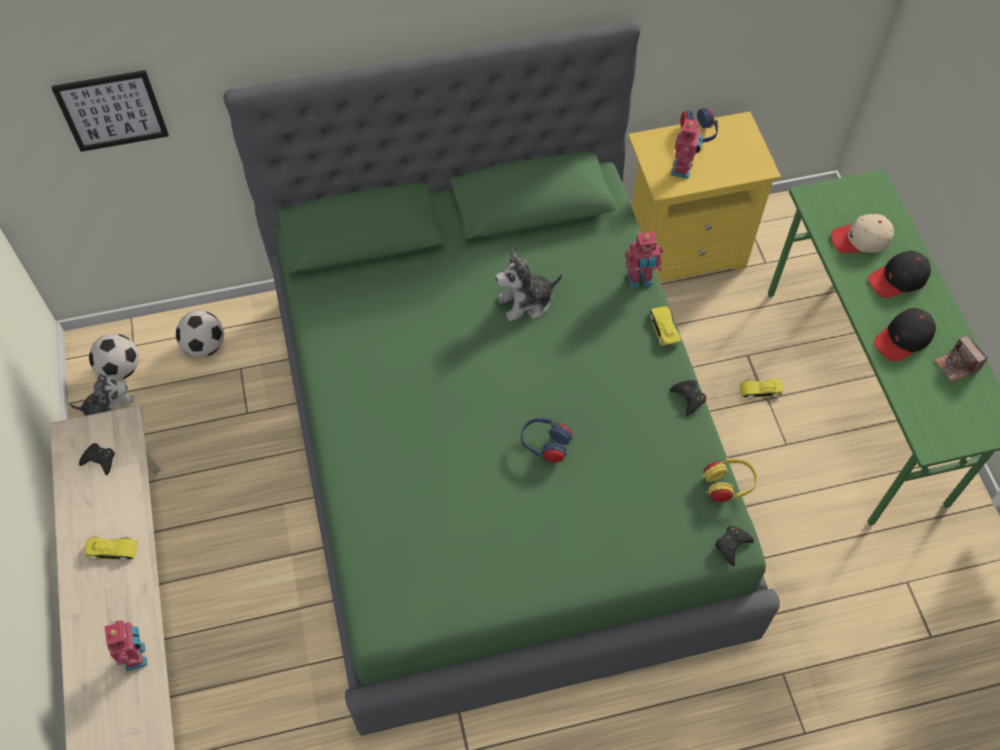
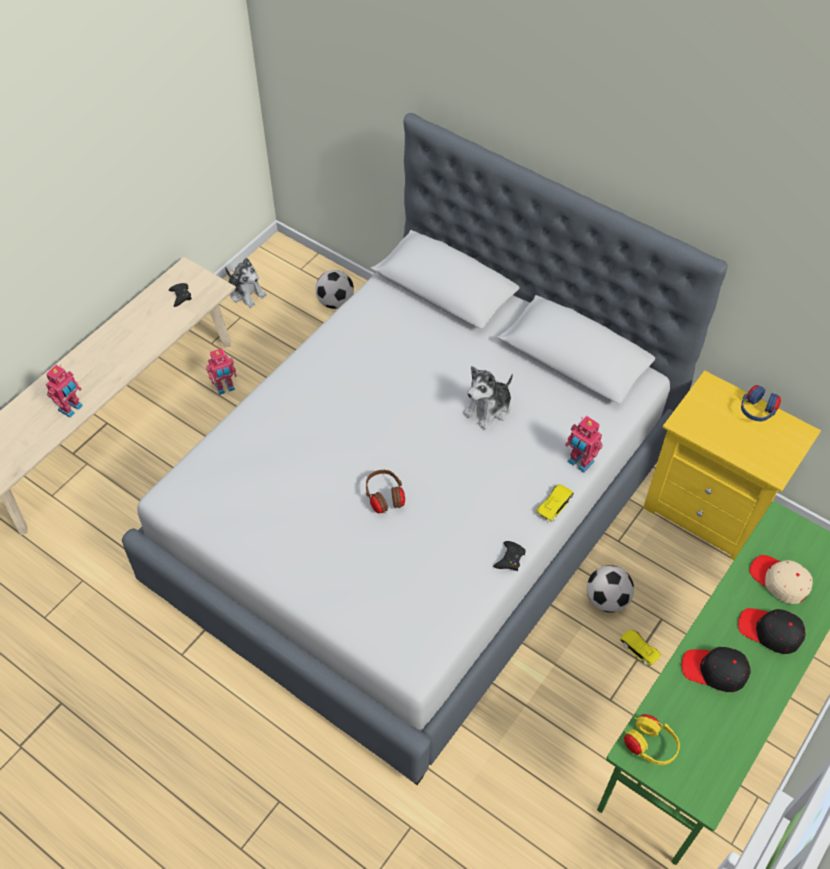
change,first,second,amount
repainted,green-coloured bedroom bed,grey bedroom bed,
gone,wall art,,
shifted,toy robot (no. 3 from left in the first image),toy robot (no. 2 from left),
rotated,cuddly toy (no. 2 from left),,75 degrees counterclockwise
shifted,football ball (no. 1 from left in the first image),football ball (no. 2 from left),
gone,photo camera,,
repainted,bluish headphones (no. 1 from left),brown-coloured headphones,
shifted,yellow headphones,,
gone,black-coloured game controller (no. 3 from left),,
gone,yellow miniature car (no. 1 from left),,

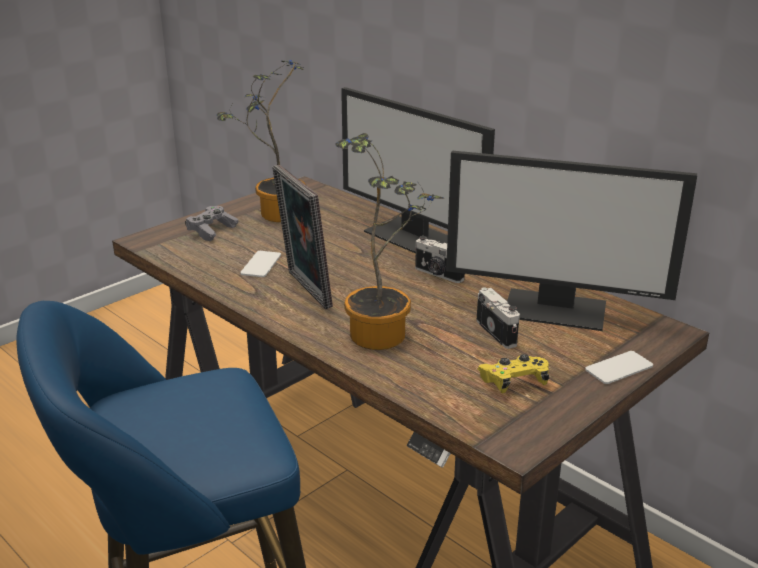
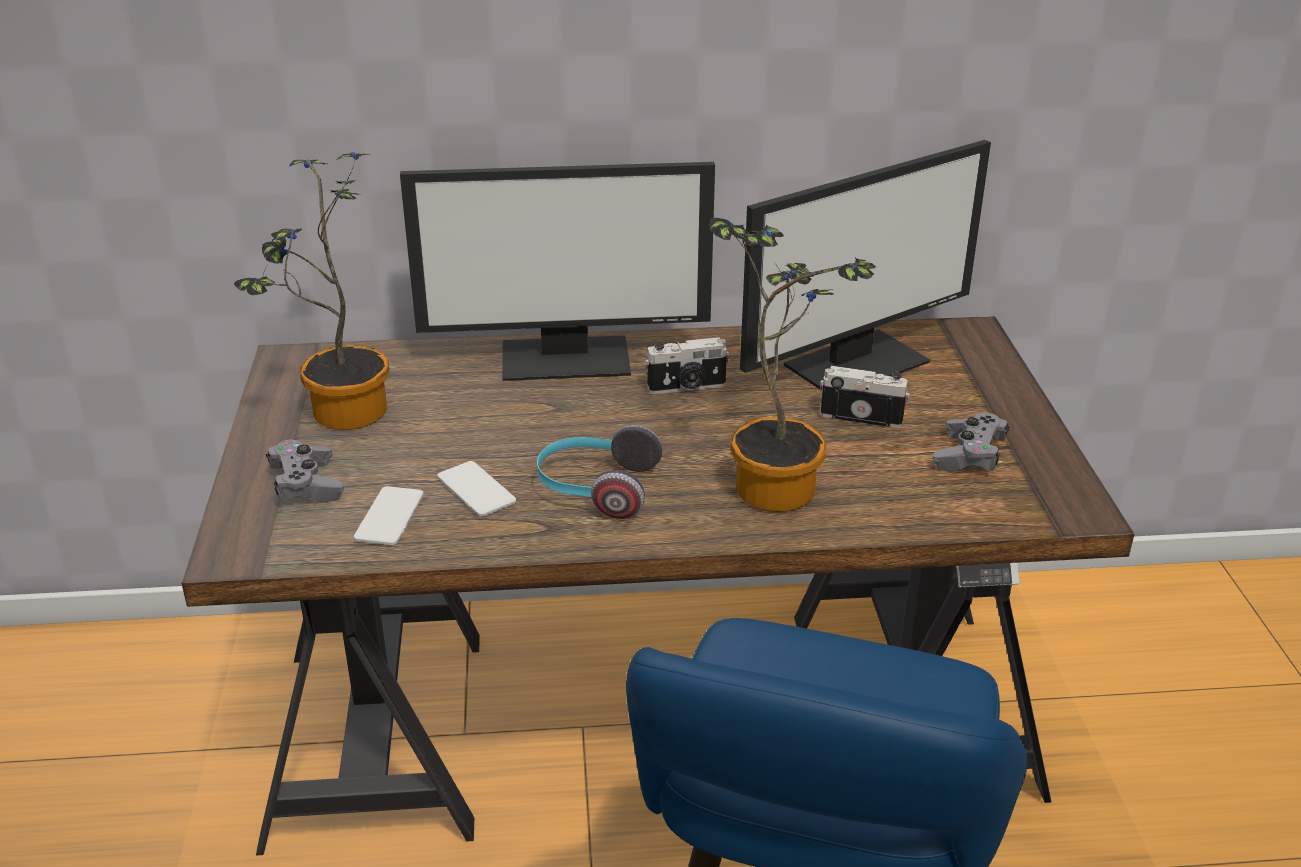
change,first,second,amount
swapped,standing frame,headphones,
shifted,handset (no. 2 from left in the first image),handset (no. 1 from left),
repainted,yellow game controller,grey game controller (no. 2 from left),

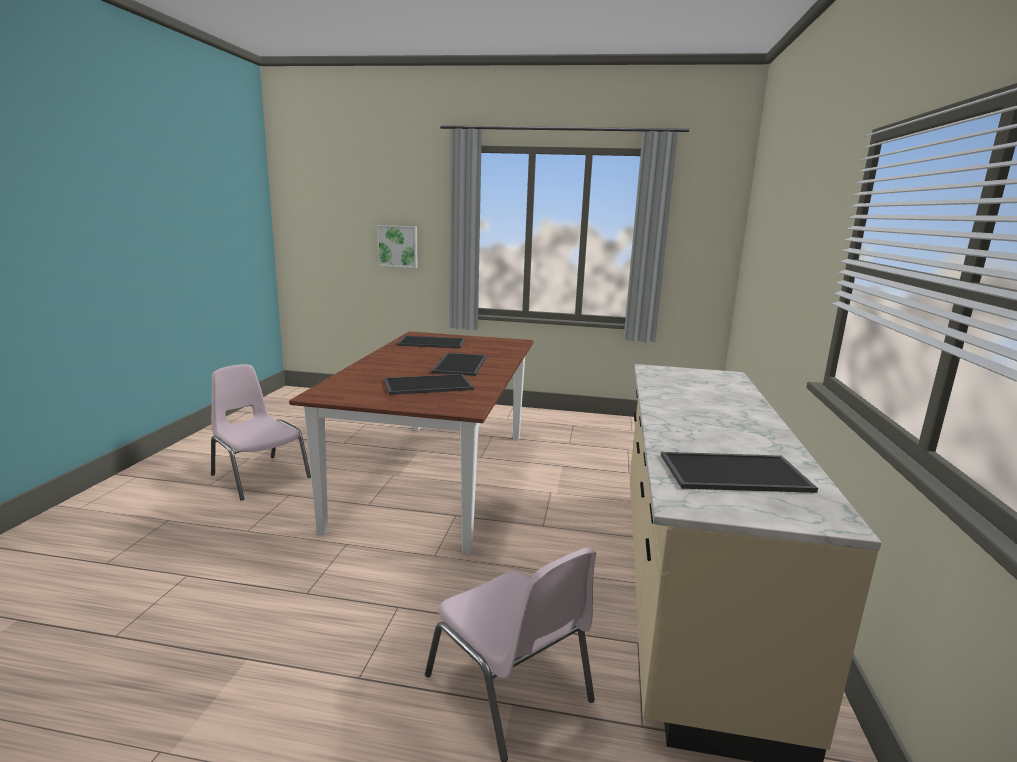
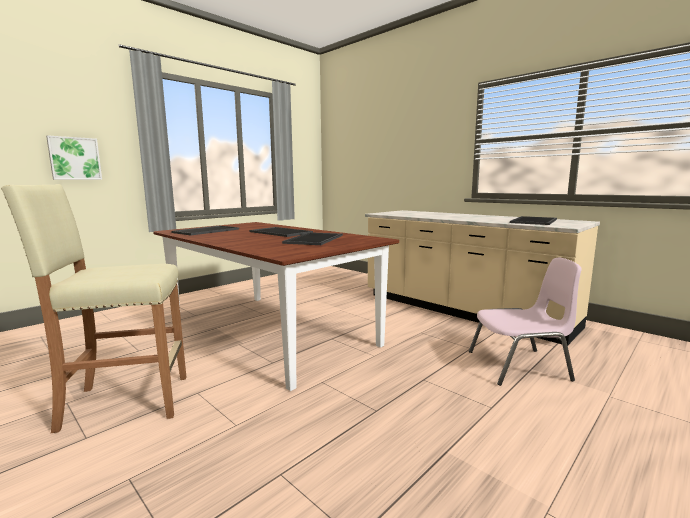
change,first,second,amount
swapped,pink-coloured plain chair (no. 1 from left),beige sitting stool,

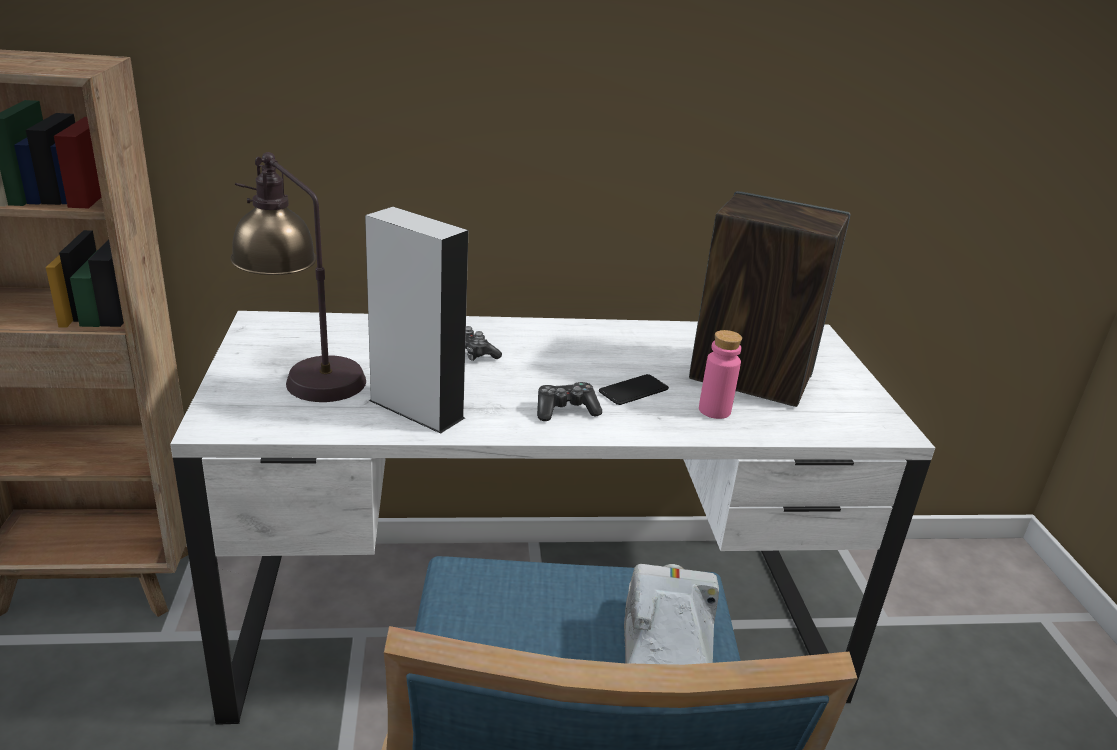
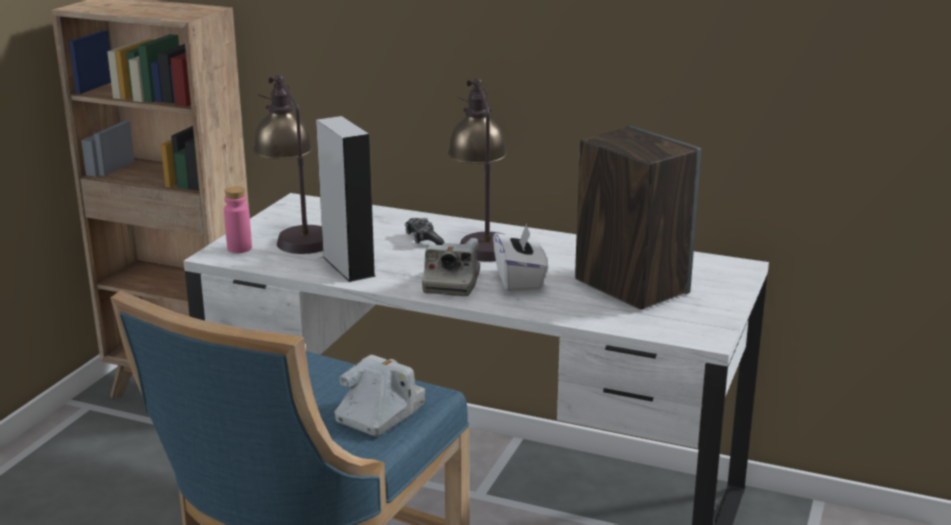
change,first,second,amount
shifted,pink-coloured bottle,,
swapped,handset,white tissue holder,
swapped,game controller (no. 2 from left),photo camera (no. 2 from left),
new,,table lamp (no. 2 from left),

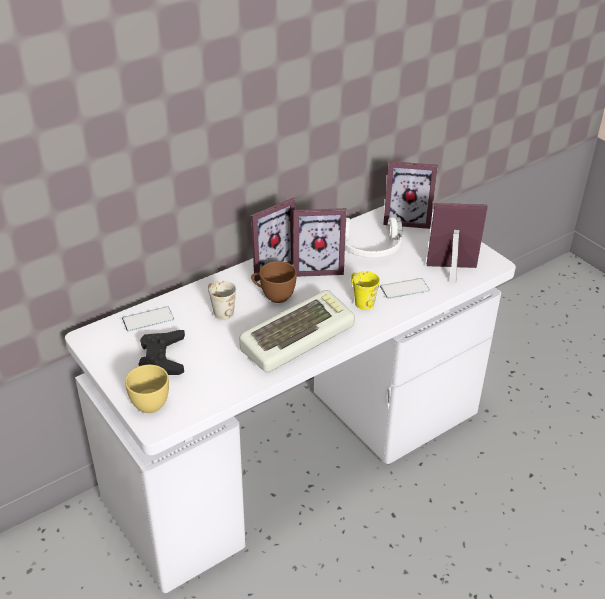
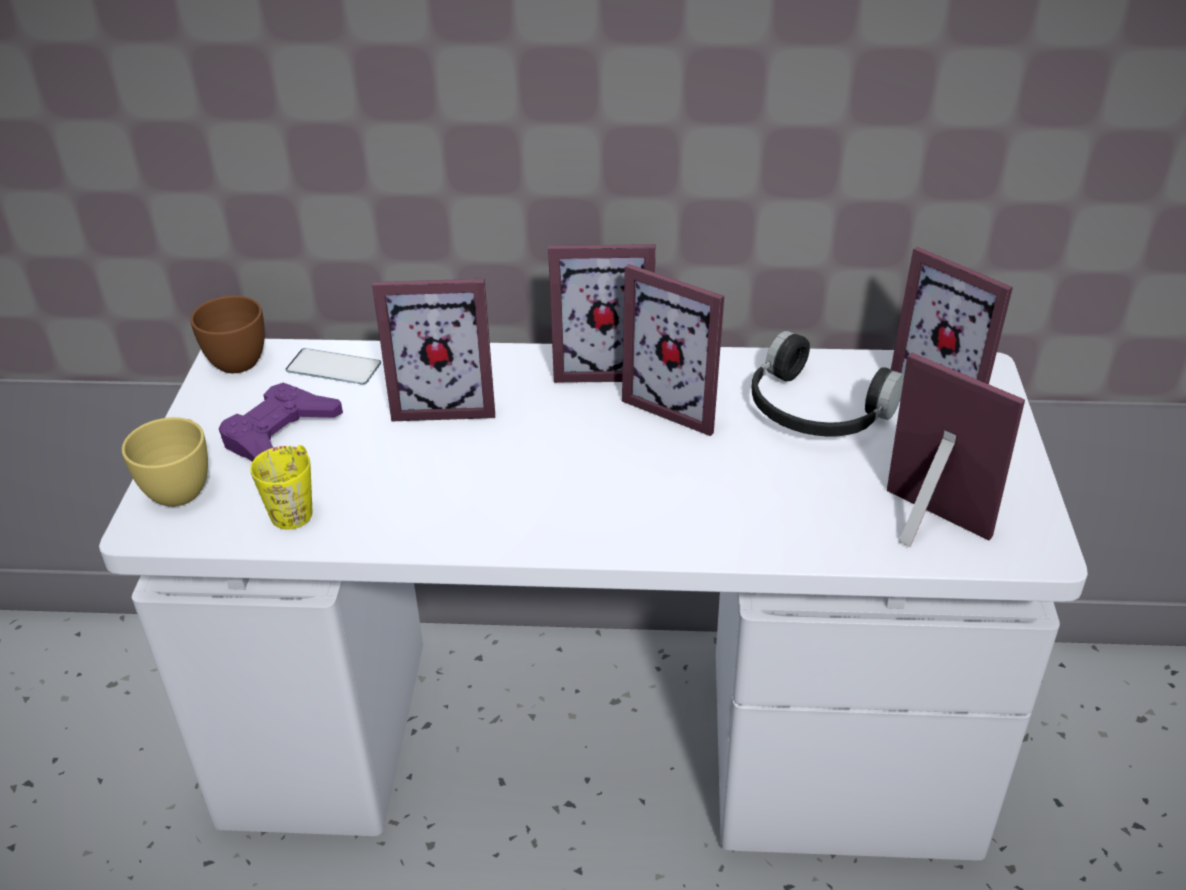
change,first,second,amount
repainted,white headphones,black-coloured headphones,
shifted,brown-coloured drinking cup,,
shifted,yellow tea mug,,
gone,handset (no. 2 from left),,
swapped,white tea mug,standing frame (no. 1 from left),
gone,PC keyboard,,
repainted,black-coloured game controller,purple game controller,

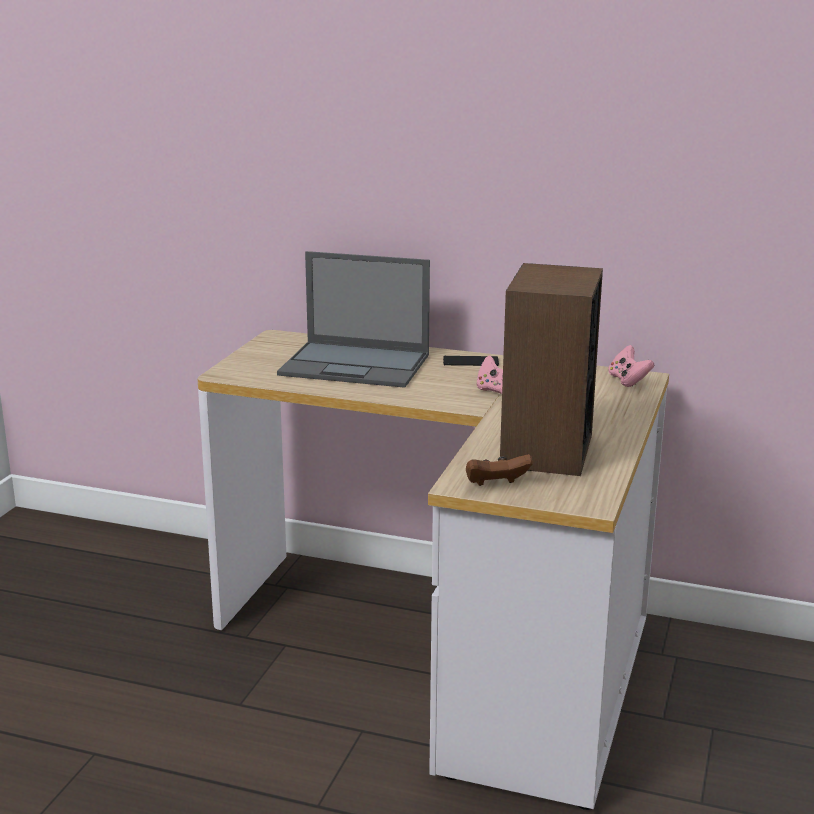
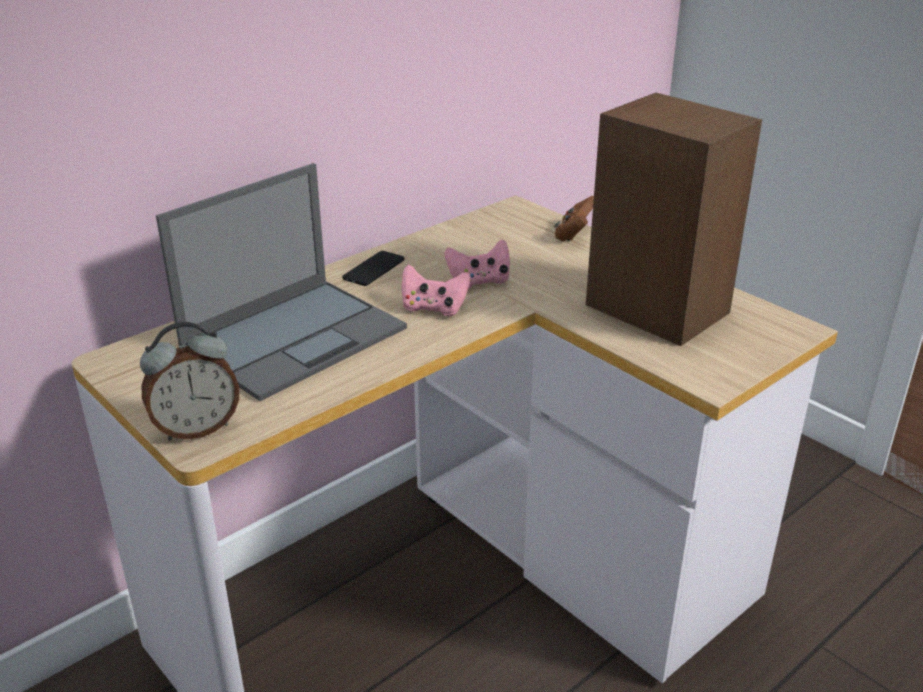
change,first,second,amount
shifted,pink-coloured game controller (no. 2 from left in the first image),pink-coloured game controller (no. 1 from left),
shifted,brown-coloured game controller,,
new,,table clock,

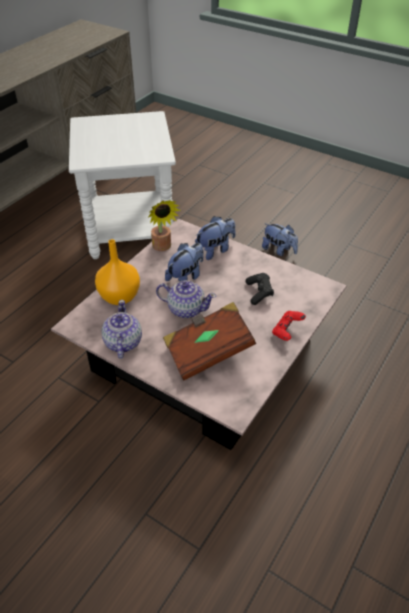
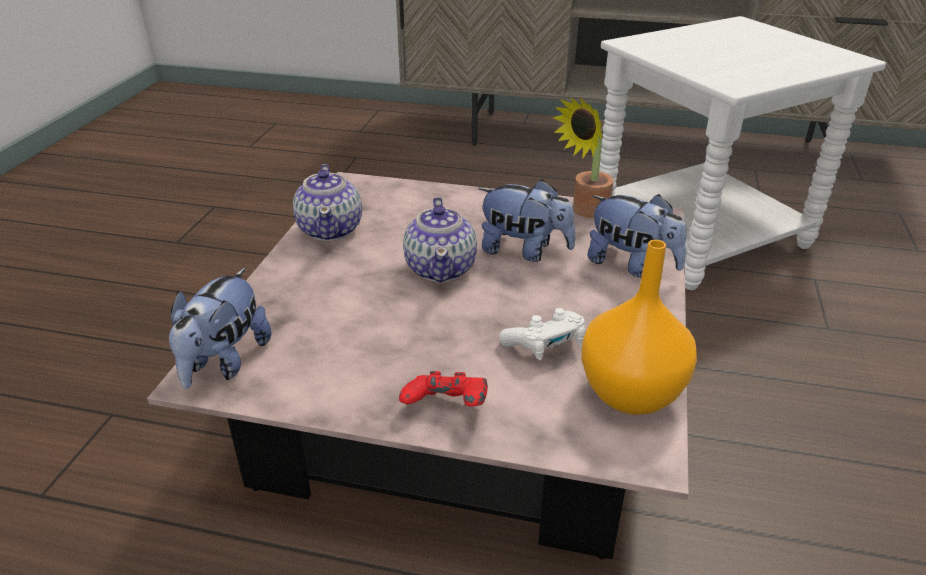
change,first,second,amount
shifted,cuddly toy (no. 3 from left in the first image),cuddly toy (no. 1 from left),
shifted,orangey vase,,
repainted,black-coloured game controller,white game controller,
rotated,tea pot (no. 1 from left),,105 degrees clockwise
gone,brown-coloured bound book,,

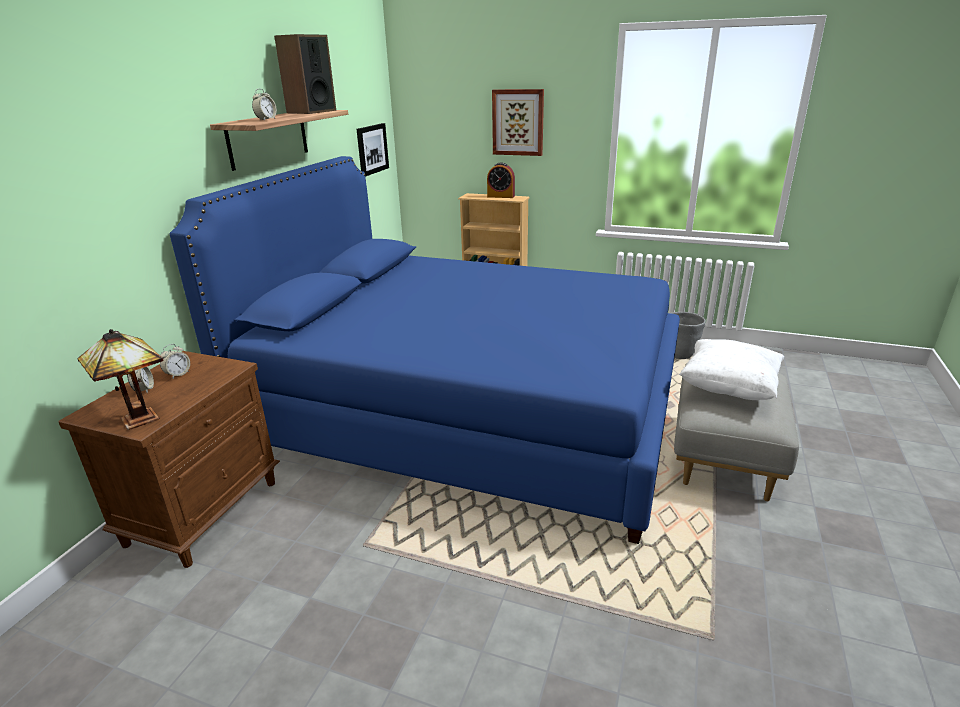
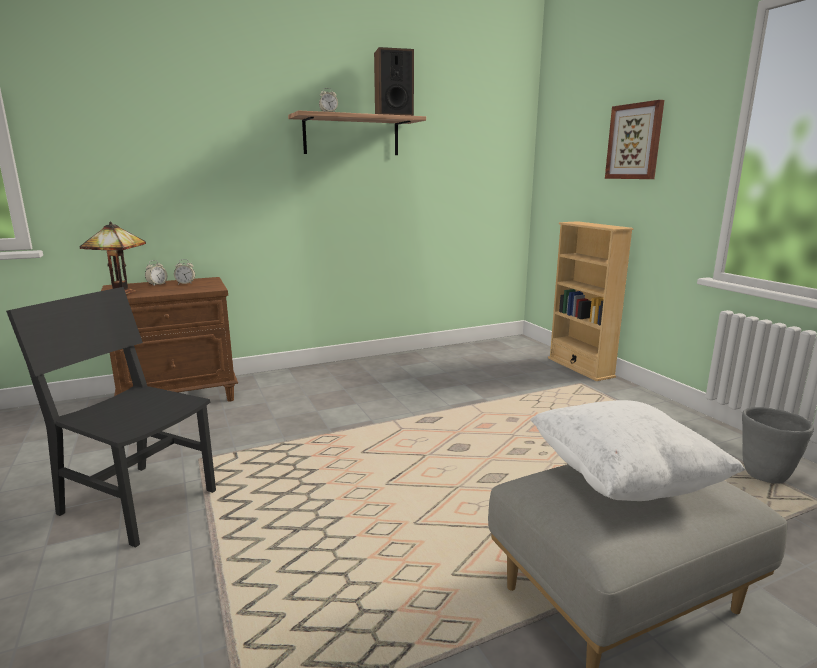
change,first,second,amount
gone,wall art (no. 1 from left),,
gone,bluish bedroom bed,,
gone,table clock (no. 4 from left),,
new,,black-coloured plain chair,

